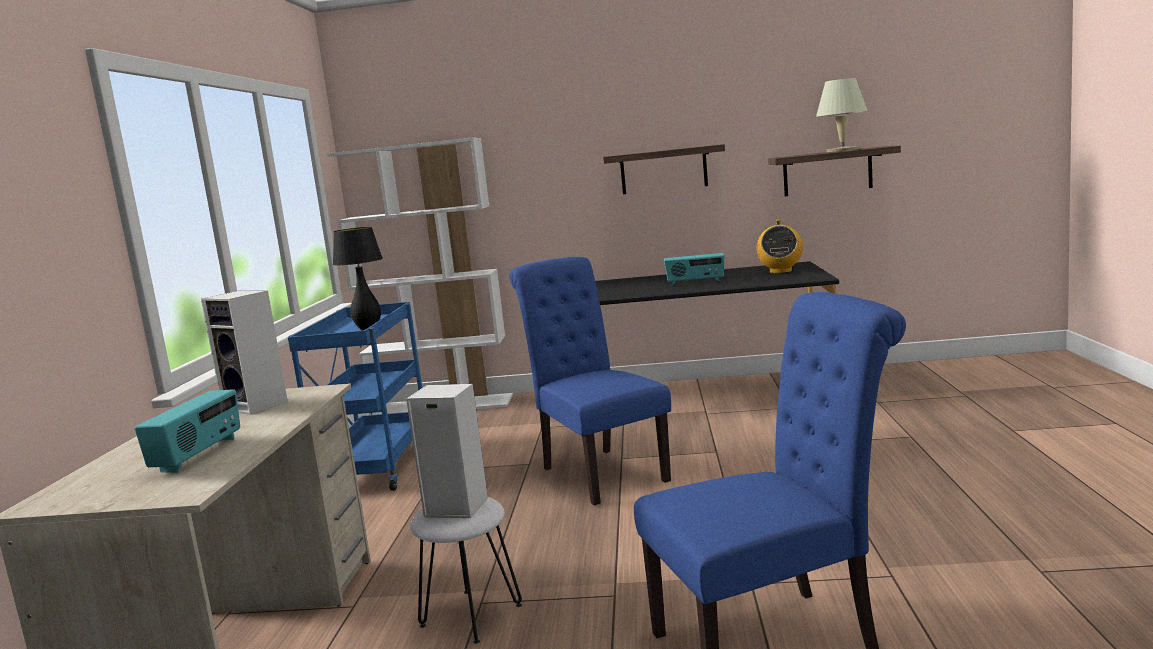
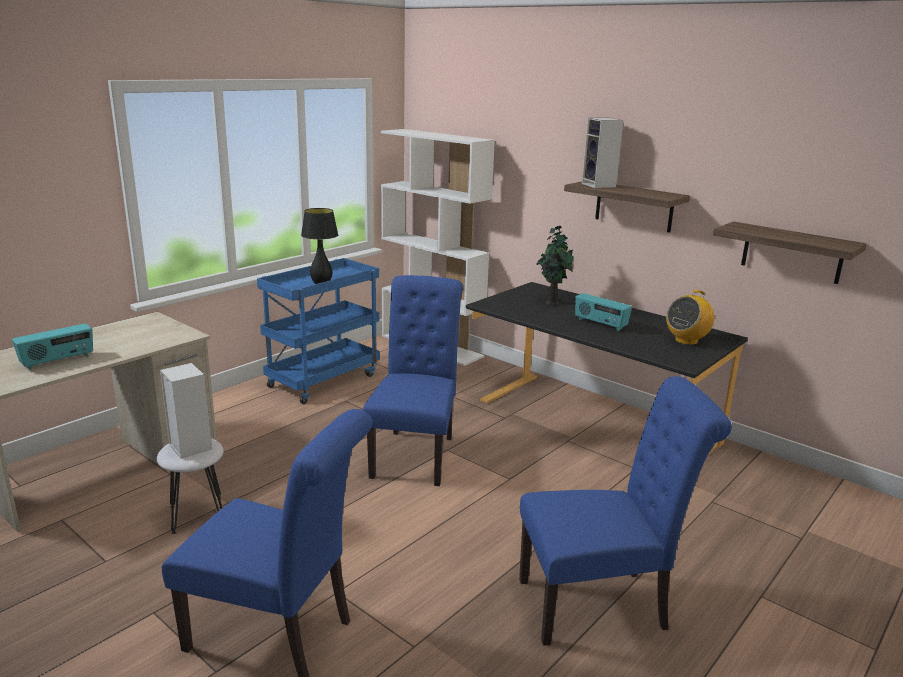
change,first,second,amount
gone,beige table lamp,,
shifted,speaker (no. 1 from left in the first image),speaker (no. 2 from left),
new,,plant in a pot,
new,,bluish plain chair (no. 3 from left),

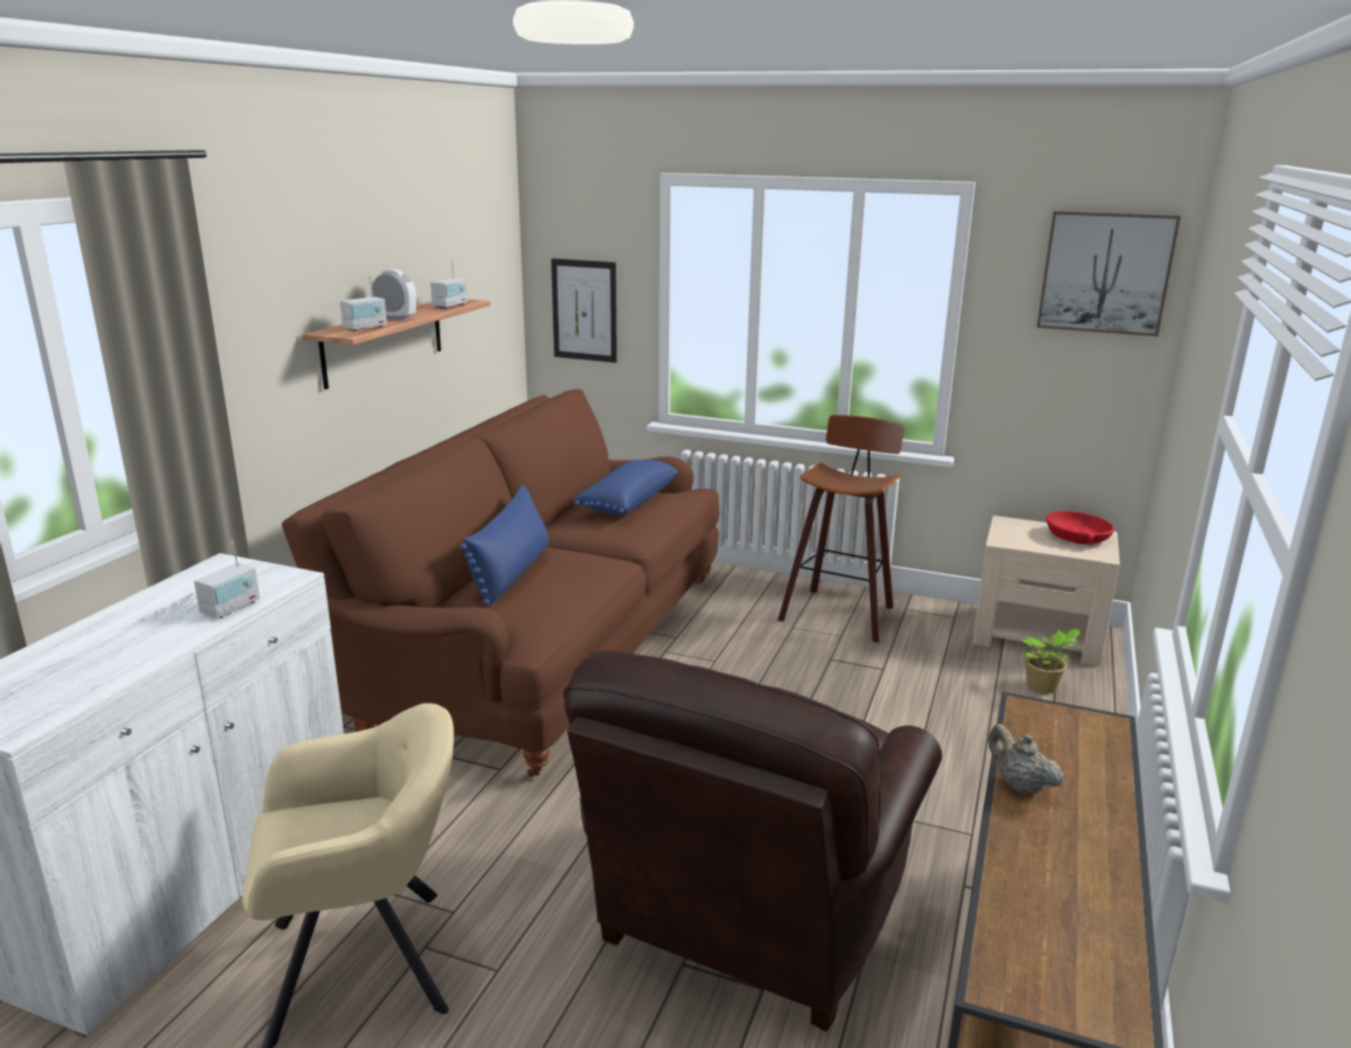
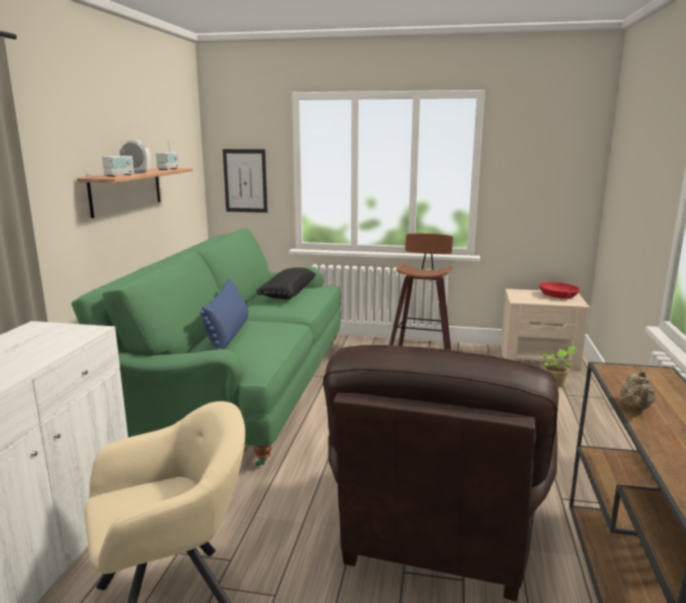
change,first,second,amount
gone,wall art (no. 2 from left),,
repainted,brown-coloured sofa,green-coloured sofa,
repainted,bluish pillow (no. 2 from left),black-coloured pillow,
gone,radio set (no. 1 from left),,
rotated,beige tea pot,,120 degrees counterclockwise

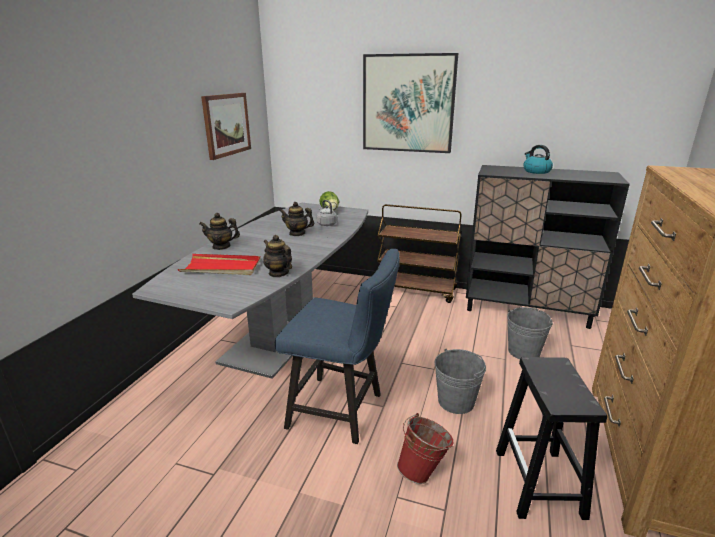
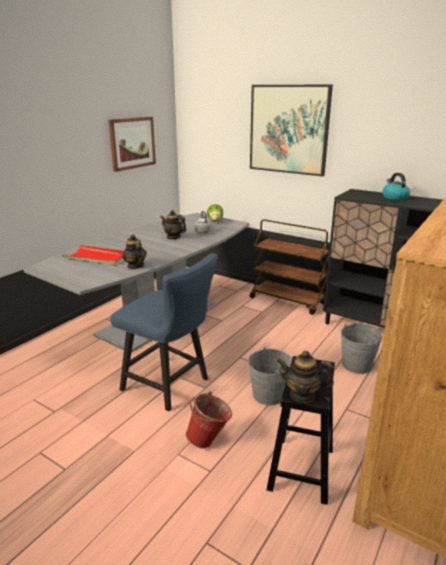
change,first,second,amount
shifted,tea pot (no. 1 from left in the first image),tea pot (no. 3 from left),

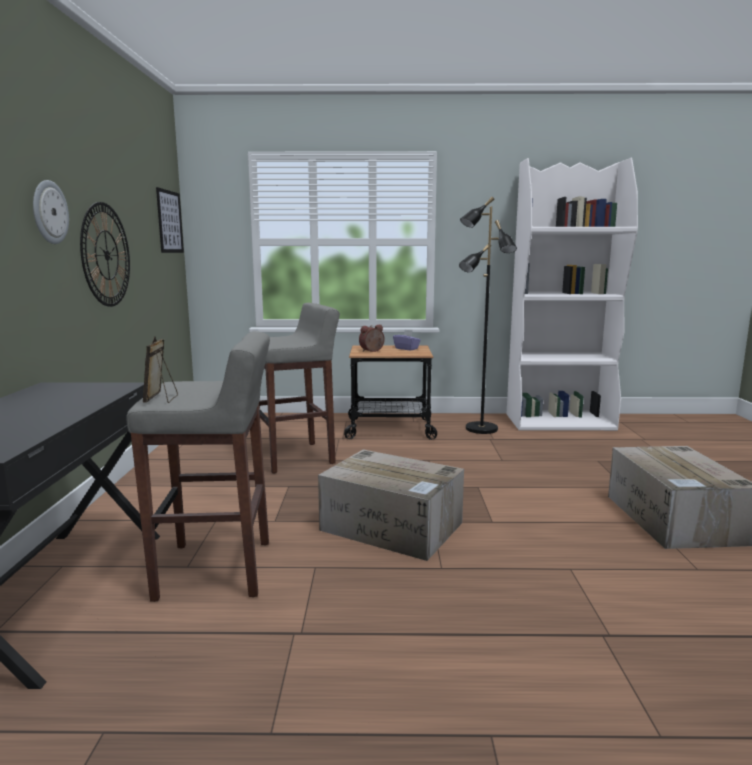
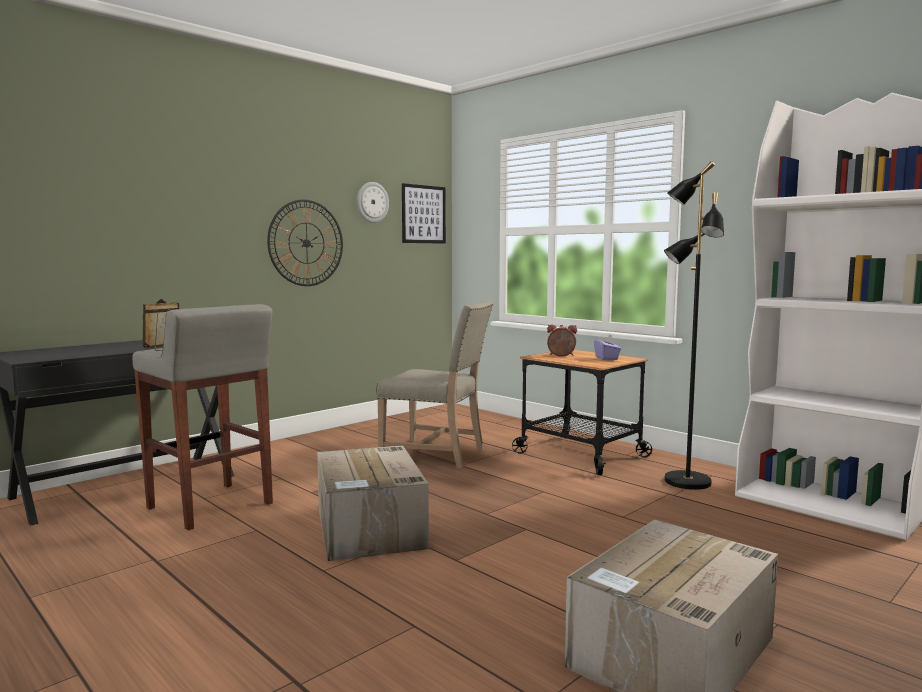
change,first,second,amount
shifted,clock on the wall (no. 1 from left in the first image),clock on the wall (no. 2 from left),
swapped,grey sitting stool (no. 2 from left),beige plain chair,

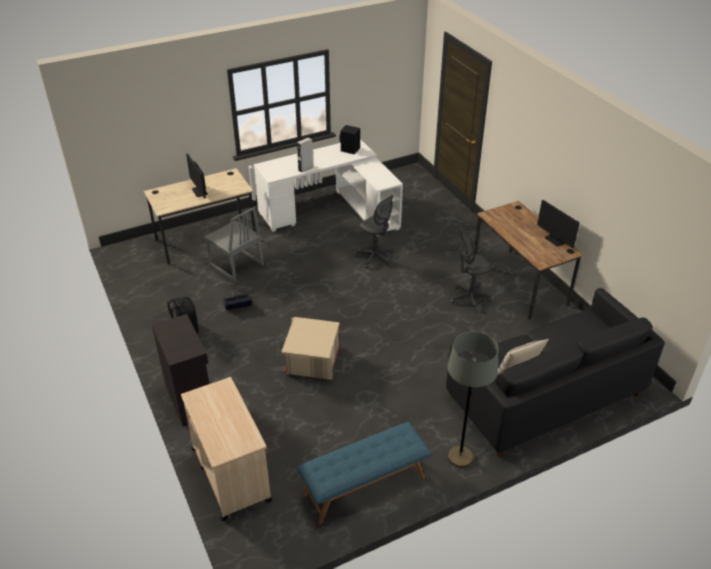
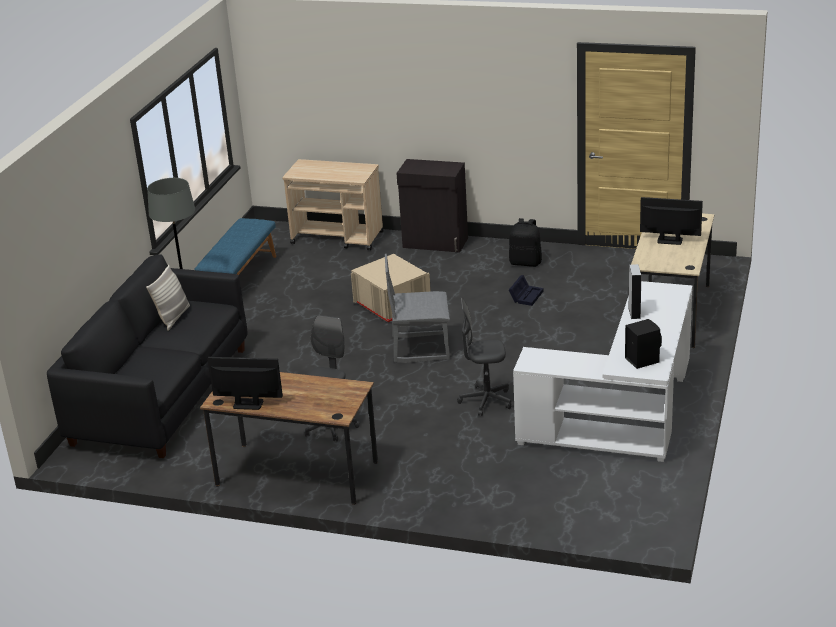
change,first,second,amount
shifted,grey plain chair,,

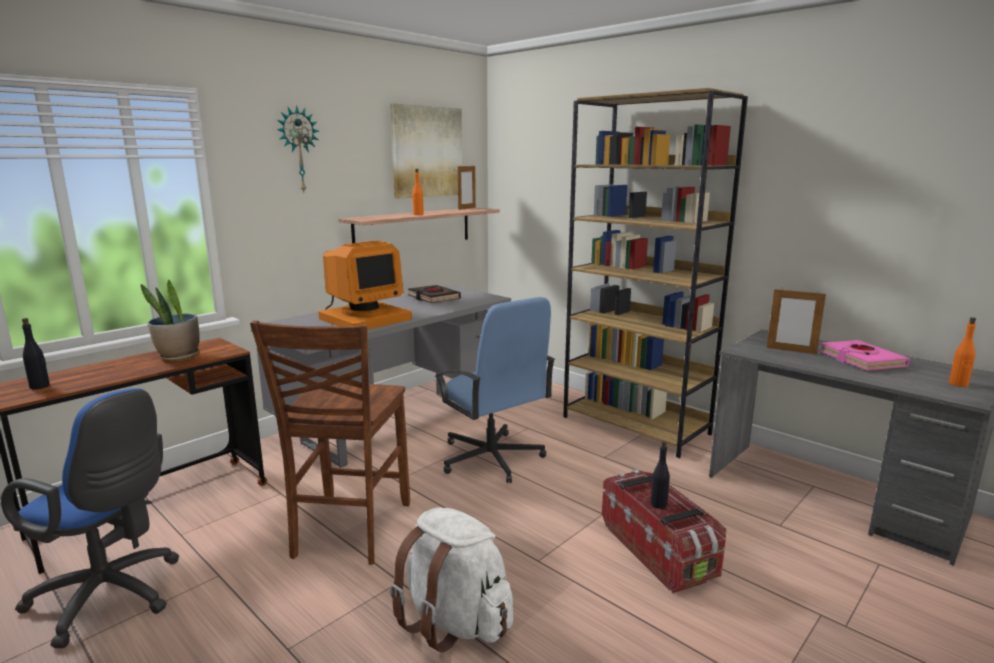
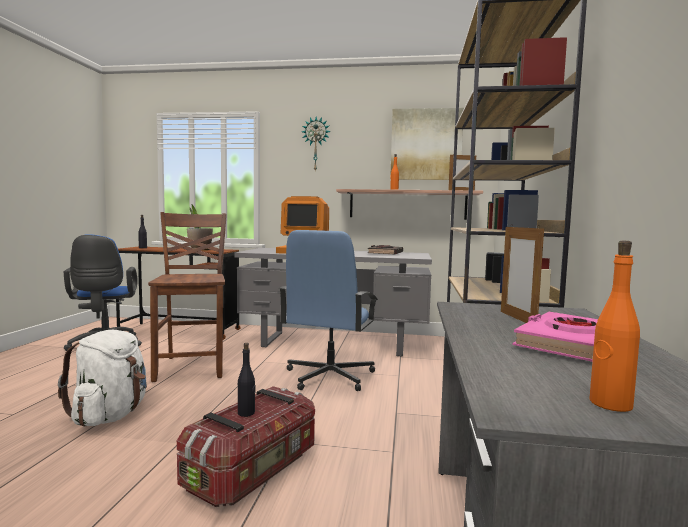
change,first,second,amount
rotated,brown-coloured plain chair,,105 degrees clockwise

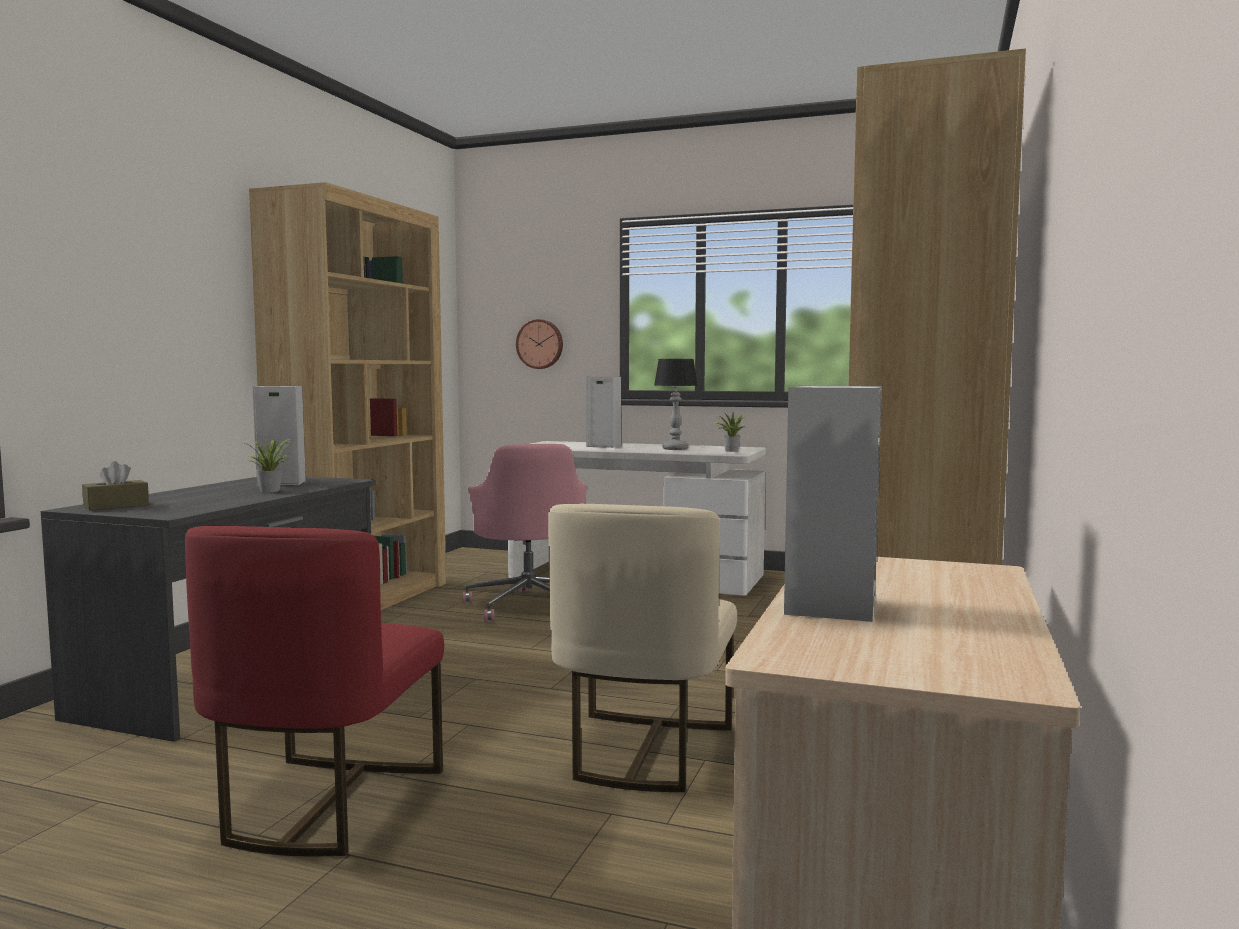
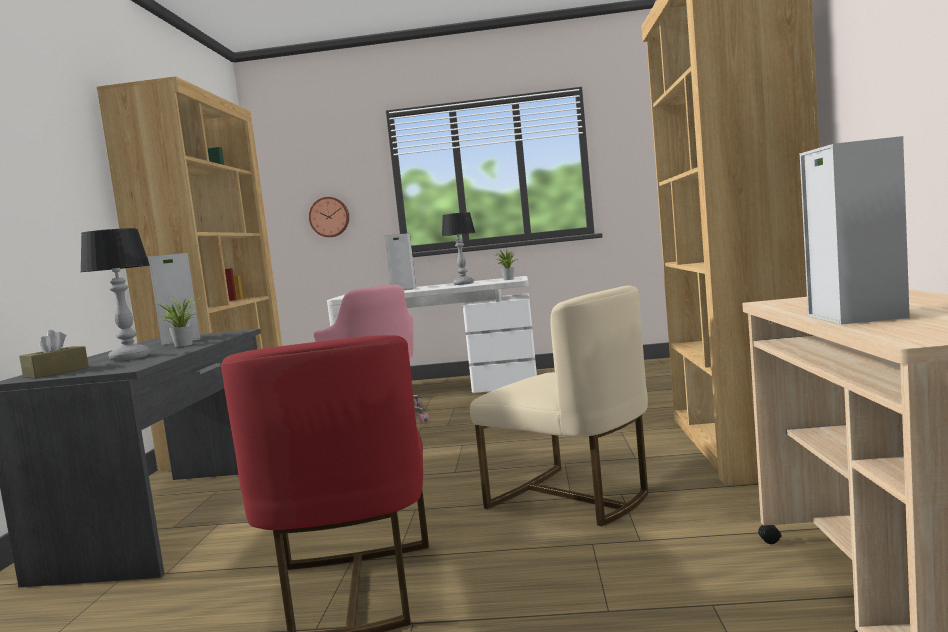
change,first,second,amount
rotated,beige plain chair,,45 degrees counterclockwise
new,,table lamp (no. 1 from left),

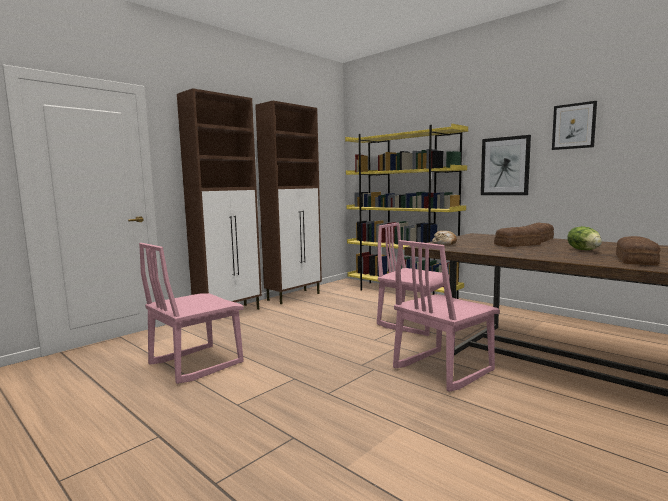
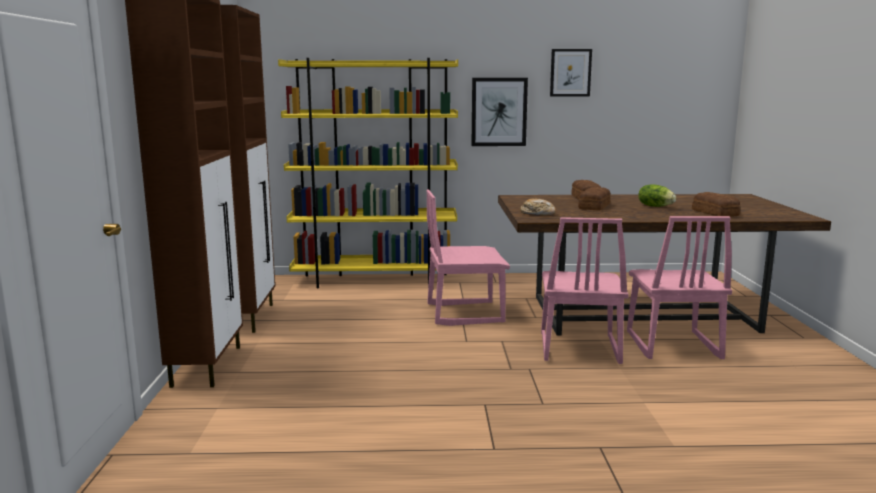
change,first,second,amount
shifted,pink-coloured plain chair (no. 1 from left in the first image),pink-coloured plain chair (no. 3 from left),

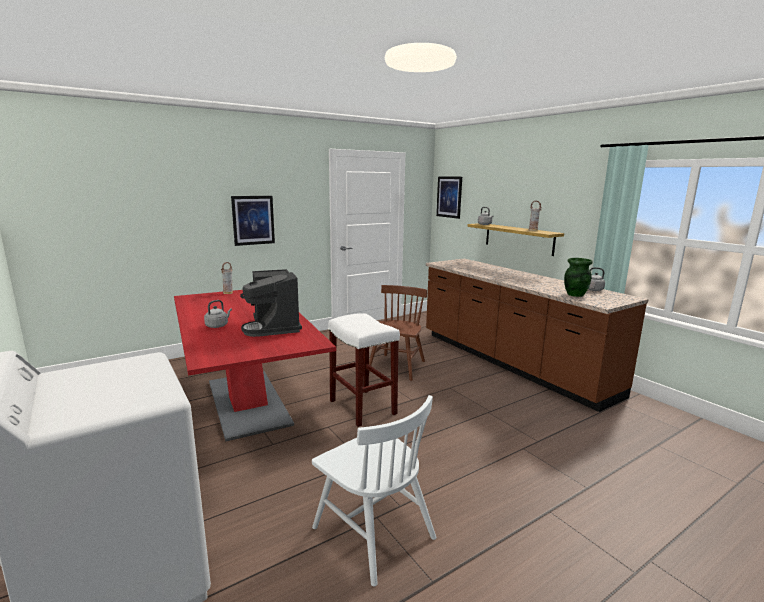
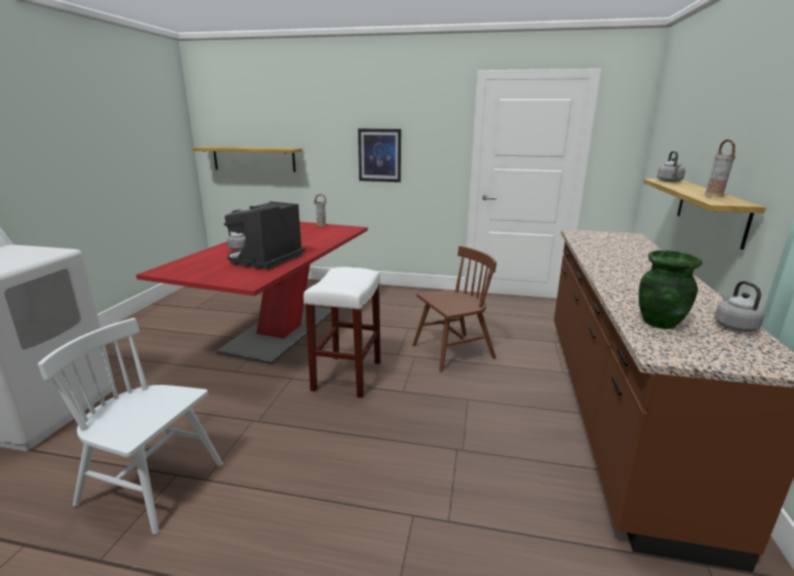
change,first,second,amount
gone,wall art (no. 2 from left),,
rotated,white plain chair,,105 degrees clockwise
new,,wall shelf (no. 1 from left),

